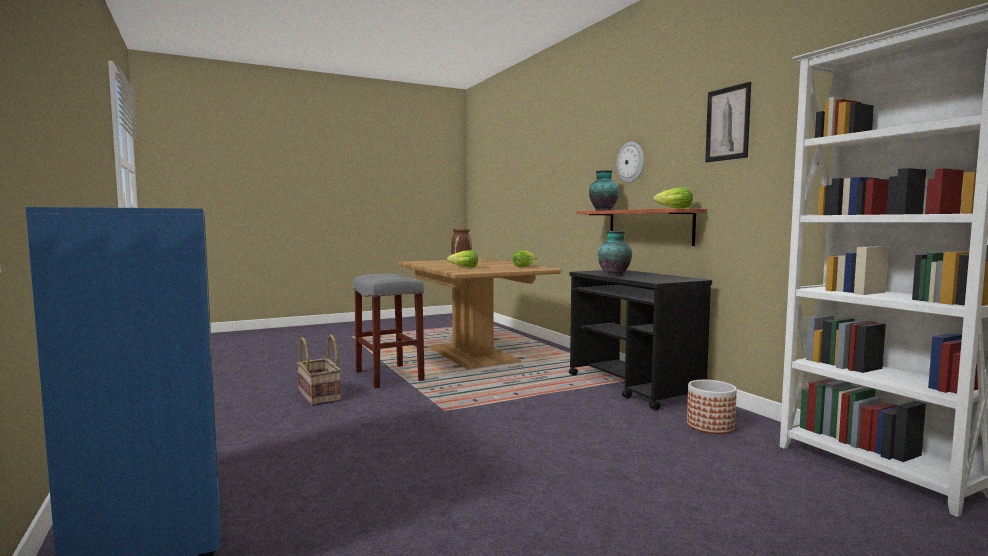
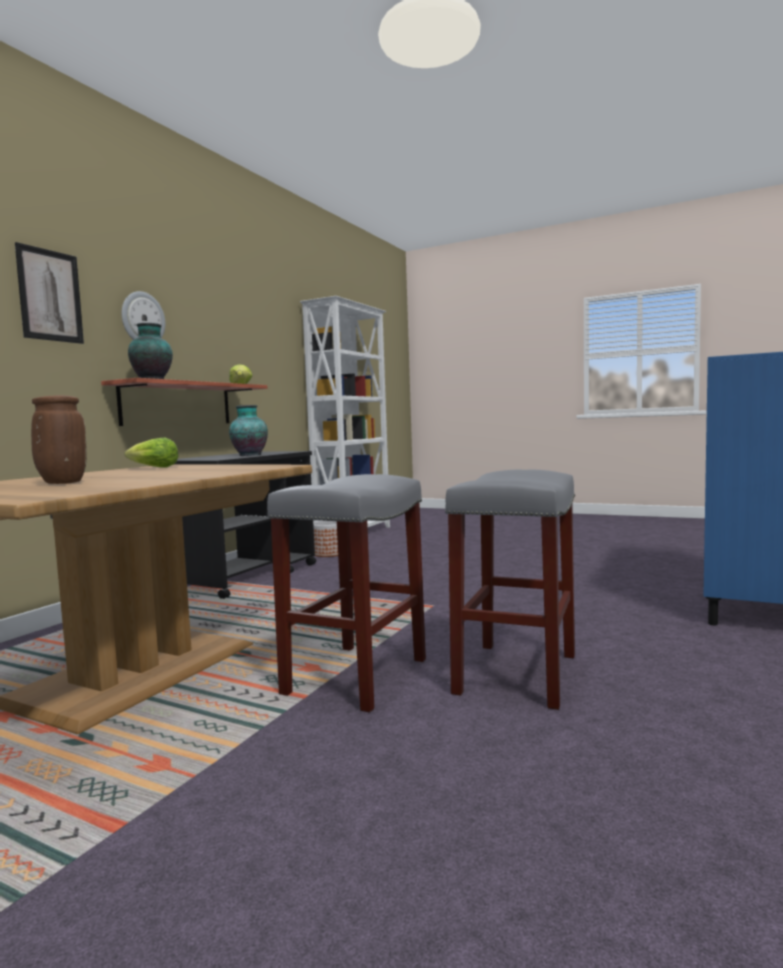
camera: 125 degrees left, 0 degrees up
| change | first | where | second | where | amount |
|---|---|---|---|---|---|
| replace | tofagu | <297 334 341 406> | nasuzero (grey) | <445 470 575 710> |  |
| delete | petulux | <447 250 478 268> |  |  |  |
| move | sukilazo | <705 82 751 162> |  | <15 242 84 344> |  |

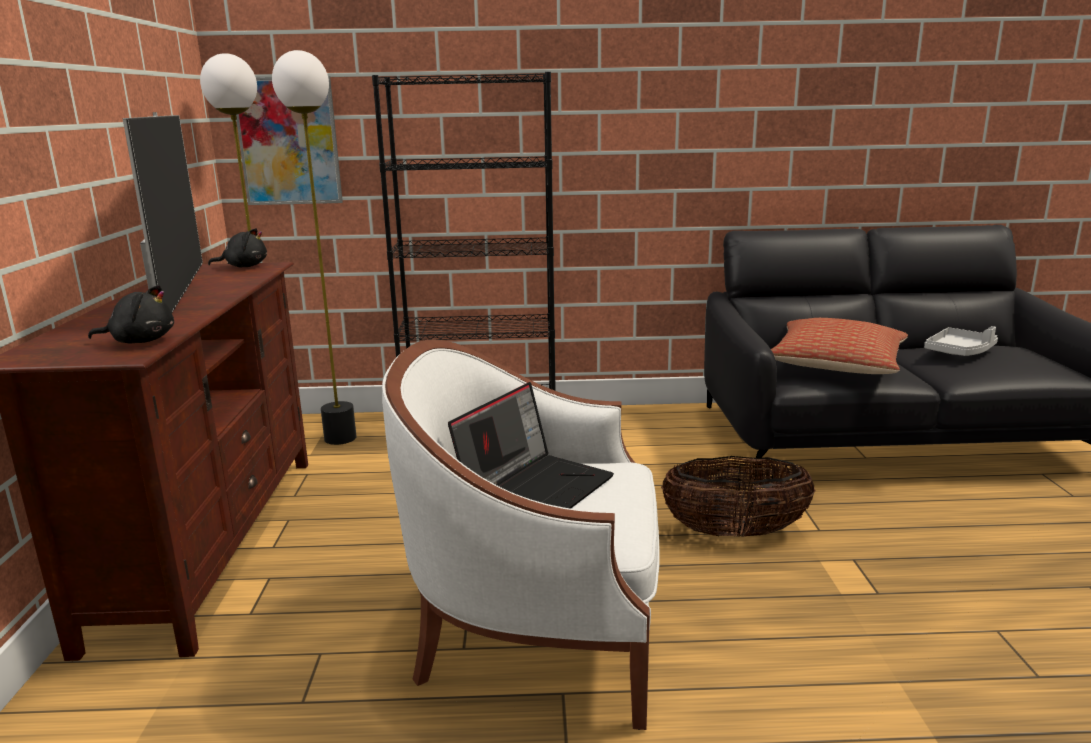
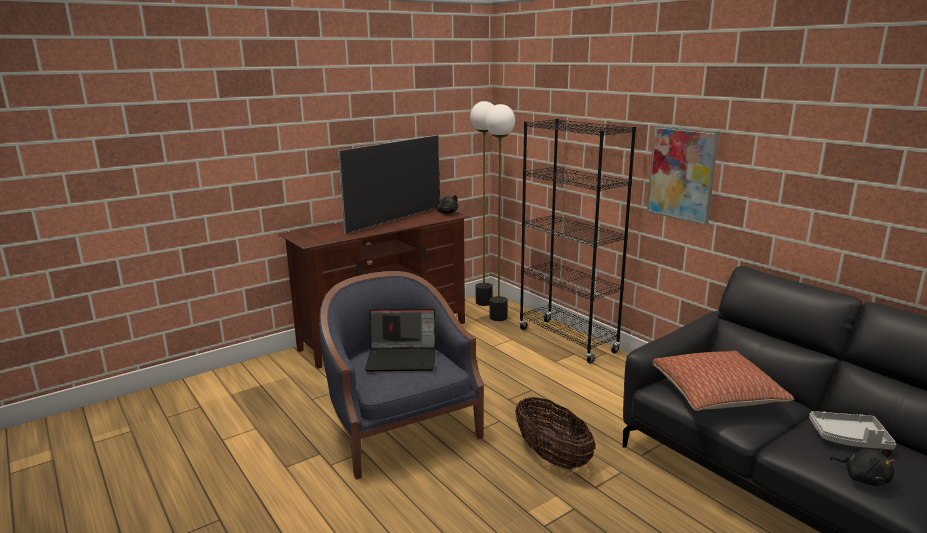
camera: 55 degrees right, 0 degrees up
| change | first | where | second | where | amount |
|---|---|---|---|---|---|
| move | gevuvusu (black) | <88 285 174 344> |  | <829 449 895 486> |  |
| move | sukilazo | <236 76 343 205> |  | <647 125 719 225> |  |
| recolor | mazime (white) | <382 339 660 730> | mazime (blue) | <319 271 484 480> |  |

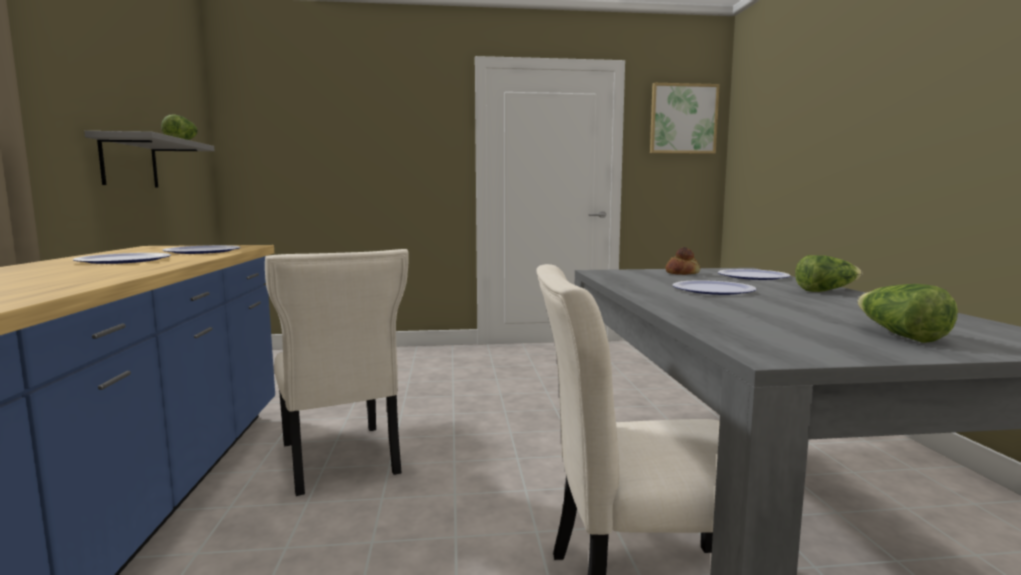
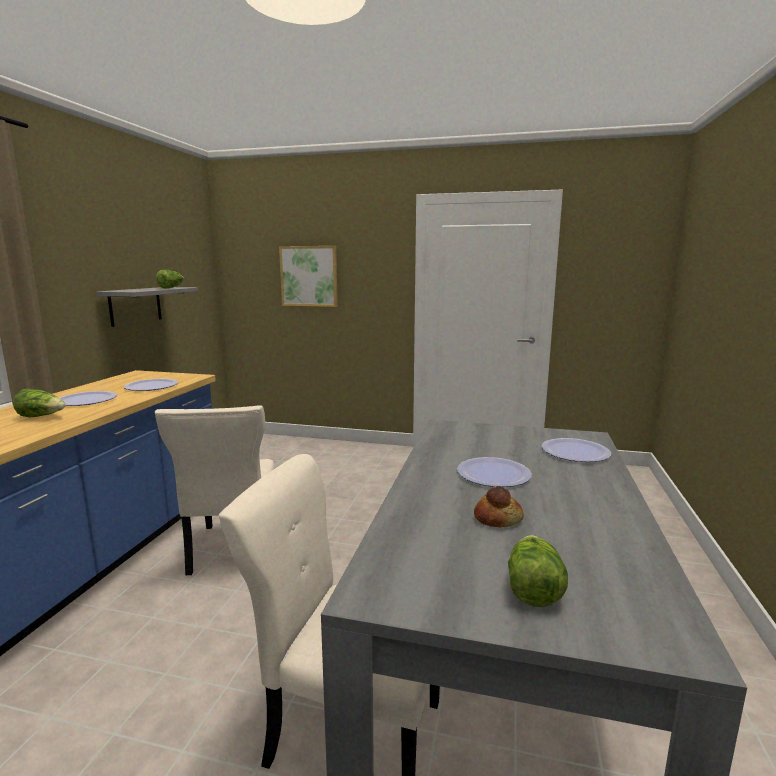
camera: 20 degrees right, 5 degrees up
| change | first | where | second | where | amount |
|---|---|---|---|---|---|
| move | sukilazo | <650 83 720 154> |  | <279 246 338 307> |  |
| move | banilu | <665 247 700 275> |  | <474 486 524 527> |  |
| move | petulux | <795 255 862 292> |  | <13 388 66 417> |  |

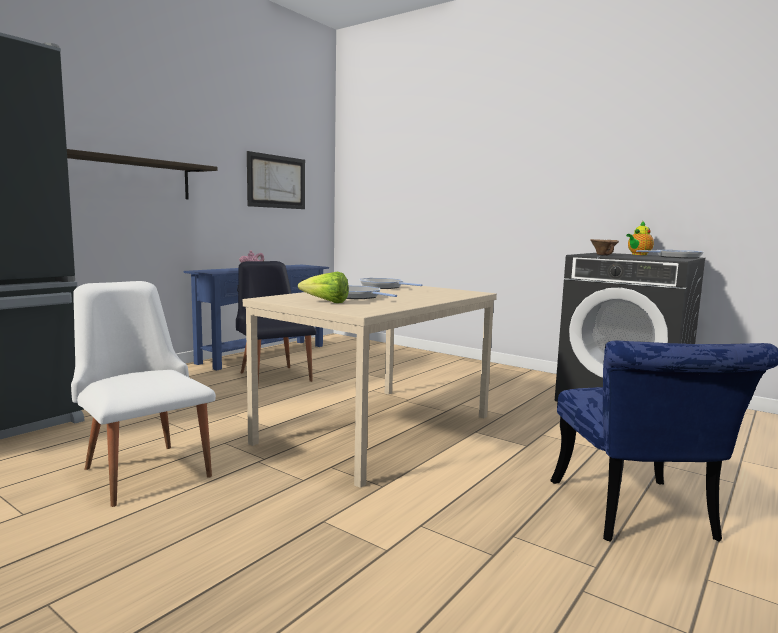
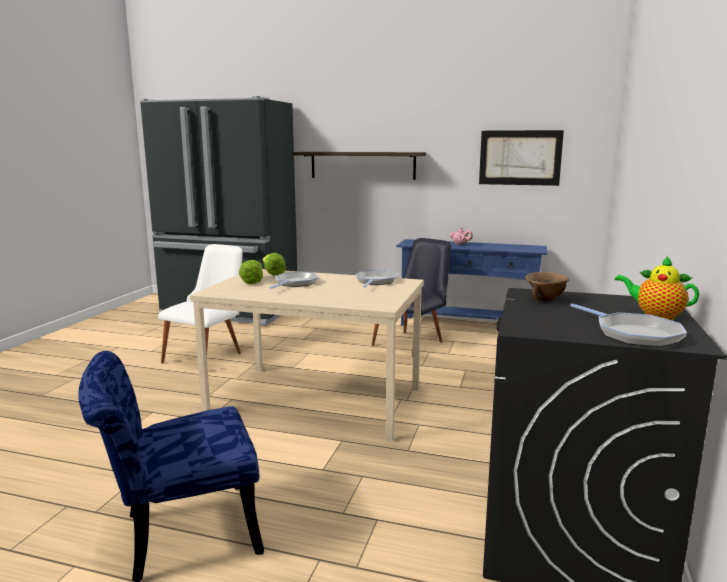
camera: 70 degrees right, 5 degrees up
| change | first | where | second | where | amount |
|---|---|---|---|---|---|
| insert |  |  | petulux | <263 253 286 276> |  |

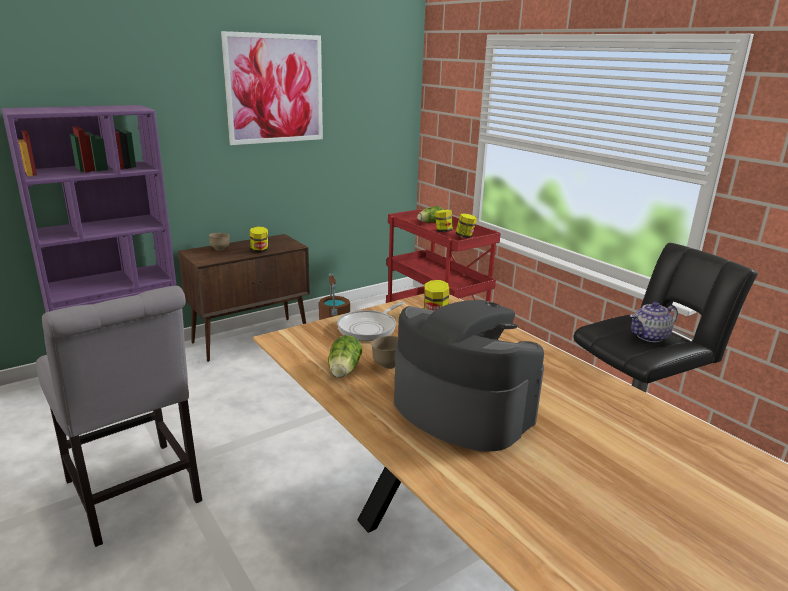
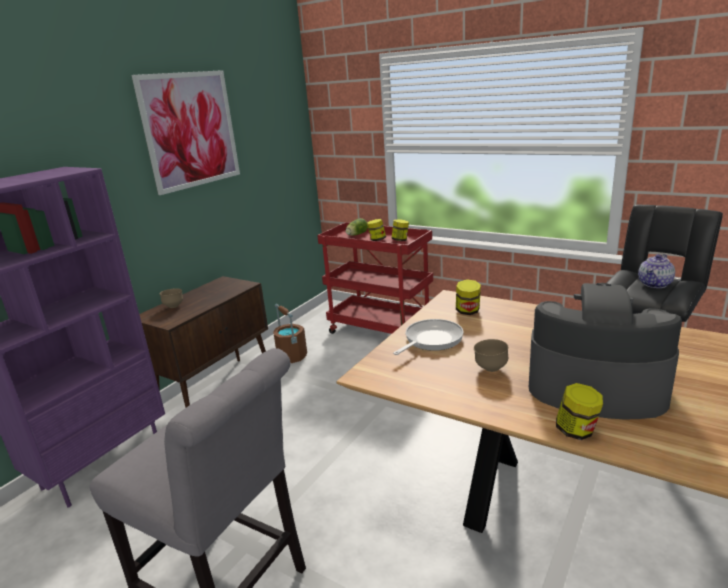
camera: 20 degrees left, 0 degrees up
| change | first | where | second | where | amount |
|---|---|---|---|---|---|
| move | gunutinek | <250 227 268 253> |  | <556 383 603 440> |  |
| delete | petulux | <328 335 363 377> |  |  |  |
| rotate | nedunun | <337 302 404 341> |  | <393 319 464 355> | 150 degrees counterclockwise |

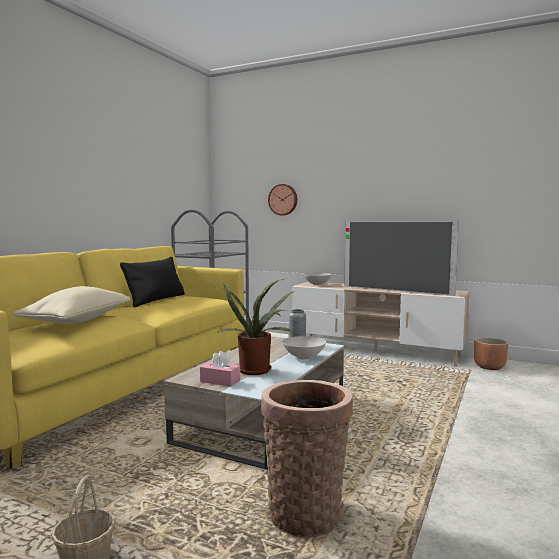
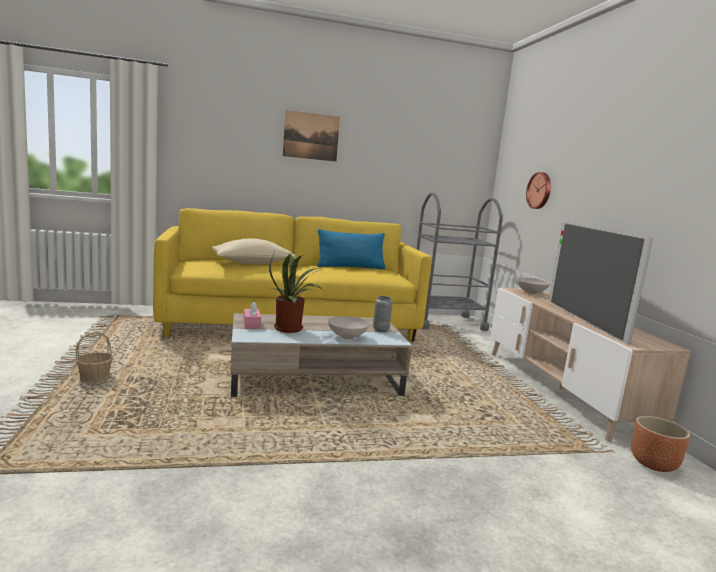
camera: 50 degrees right, 5 degrees up
| change | first | where | second | where | amount |
|---|---|---|---|---|---|
| recolor | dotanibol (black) | <120 257 185 307> | dotanibol (blue) | <317 229 386 270> |  |
| delete | tofagu | <261 380 353 537> |  |  |  |
| insert |  |  | sukilazo | <283 110 340 162> |  |

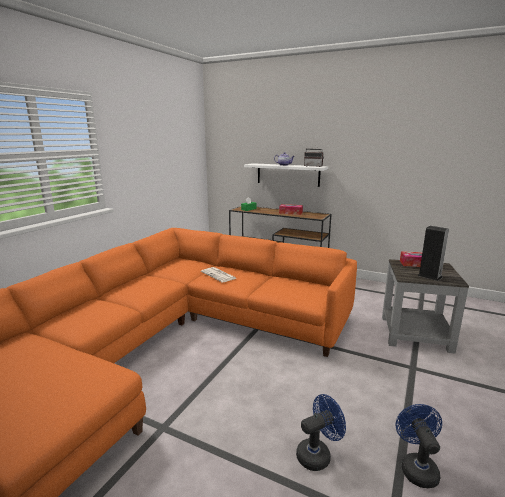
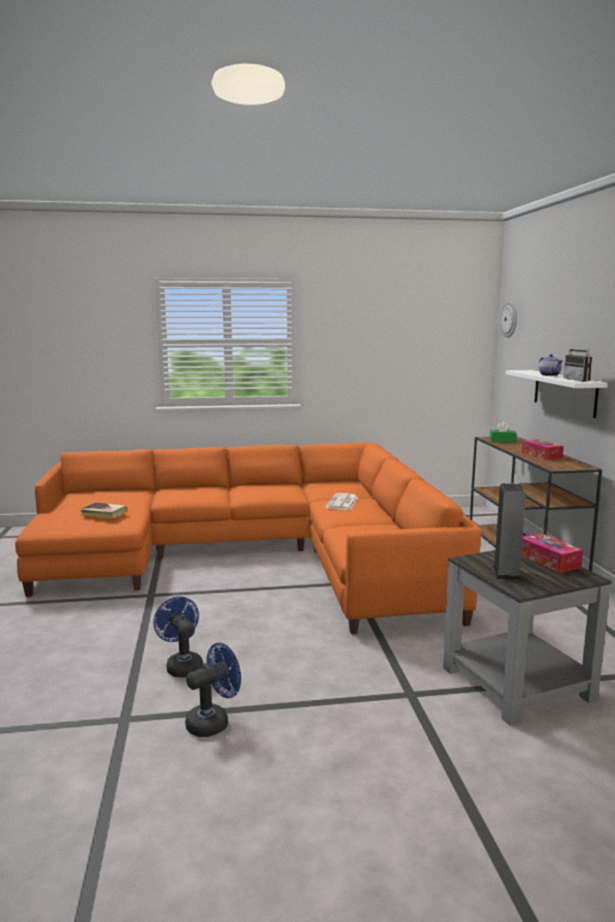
camera: 55 degrees right, 5 degrees down
| change | first | where | second | where | amount |
|---|---|---|---|---|---|
| rotate | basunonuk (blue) | <296 394 346 471> |  | <153 596 203 677> | 150 degrees counterclockwise |
| insert |  |  | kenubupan | <80 503 127 519> |  |
| insert |  |  | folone | <500 301 517 338> |  |

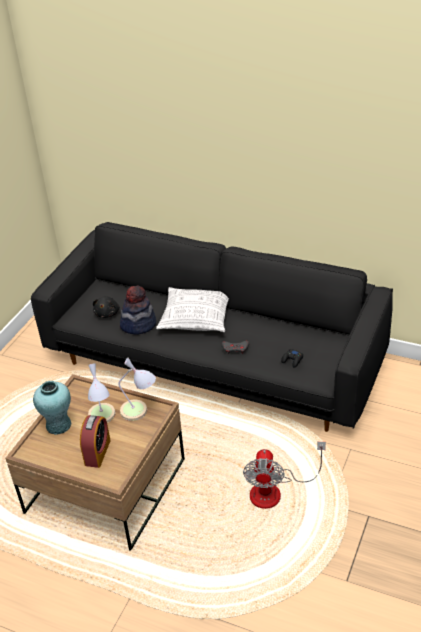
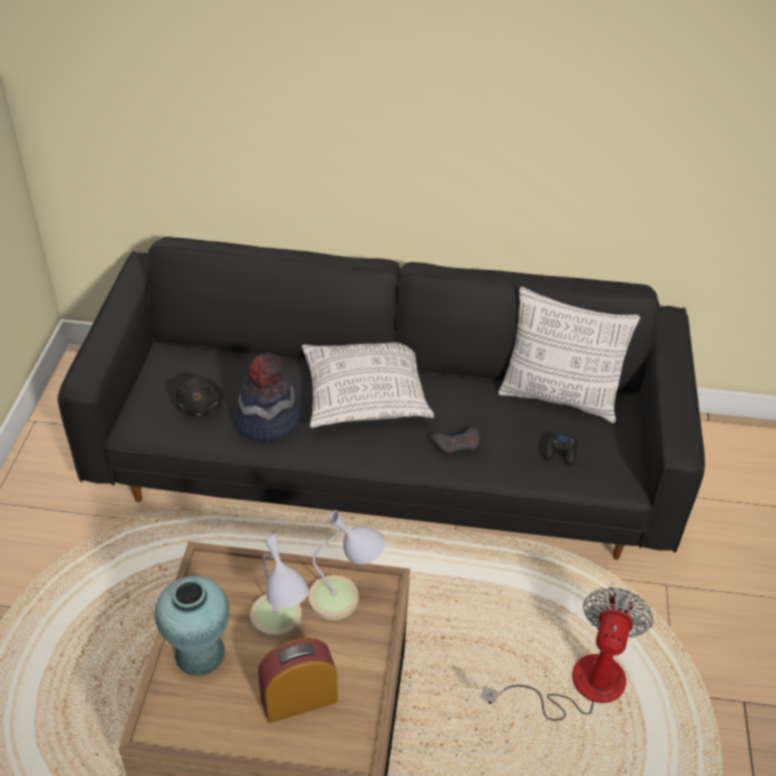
camera: 20 degrees left, 5 degrees up
| change | first | where | second | where | amount |
|---|---|---|---|---|---|
| rotate | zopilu | <80 415 111 468> |  | <258 638 338 723> | 105 degrees counterclockwise |
| rotate | basunonuk | <243 442 326 509> |  | <481 587 654 721> | 150 degrees counterclockwise |
| insert |  |  | dotanibol | <498 287 640 423> |  |

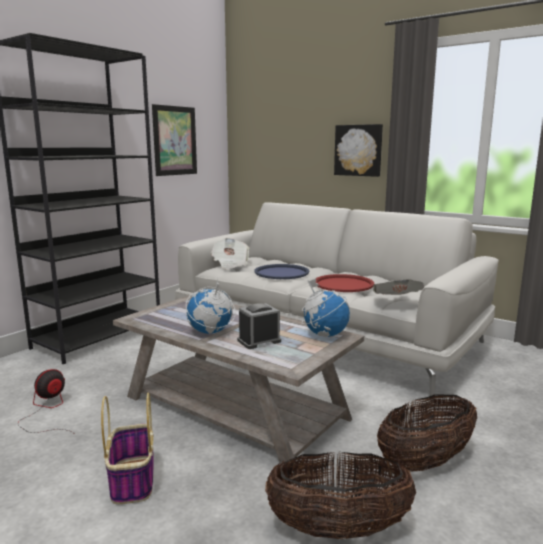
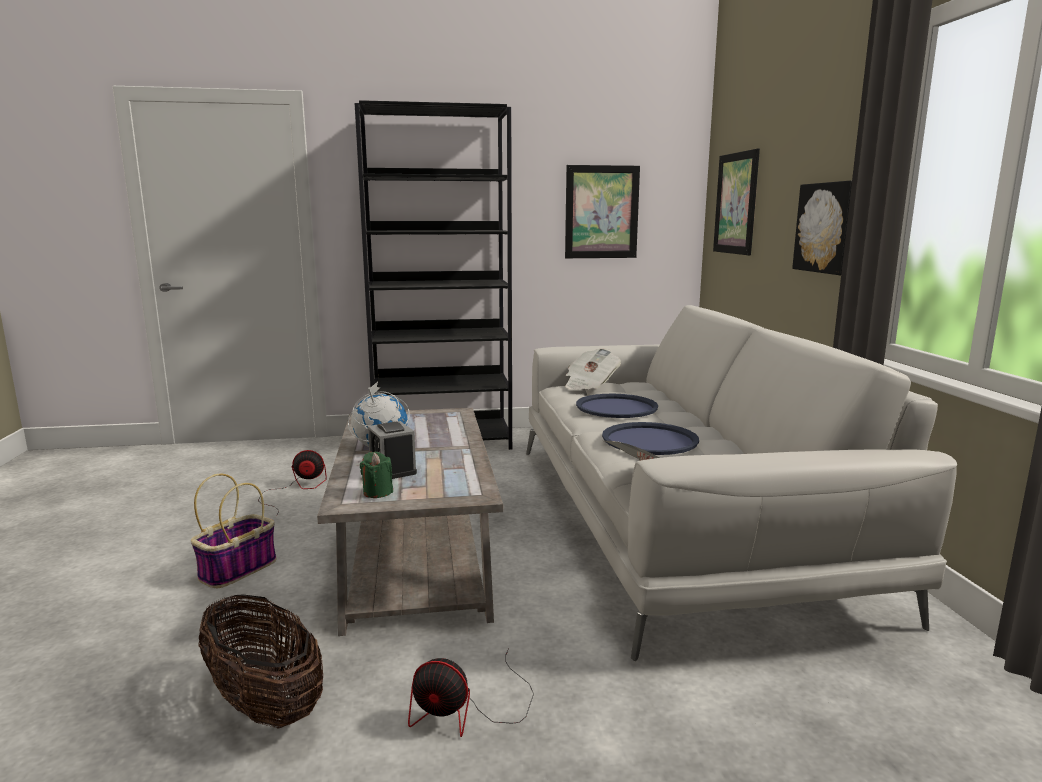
camera: 45 degrees right, 0 degrees up
| change | first | where | second | where | amount |
|---|---|---|---|---|---|
| rotate | zopilu | <237 303 281 349> |  | <368 421 417 479> | 135 degrees counterclockwise |
| delete | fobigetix | <302 279 350 337> |  |  |  |
| recolor | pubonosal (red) | <316 274 374 292> | pubonosal (blue) | <602 422 699 455> |  |
| replace | tofagu | <377 394 477 472> | basunonuk | <408 648 534 737> |  |
| insert |  |  | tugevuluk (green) | <360 452 393 498> |  |
| insert |  |  | sukilazo | <713 149 760 255> |  |

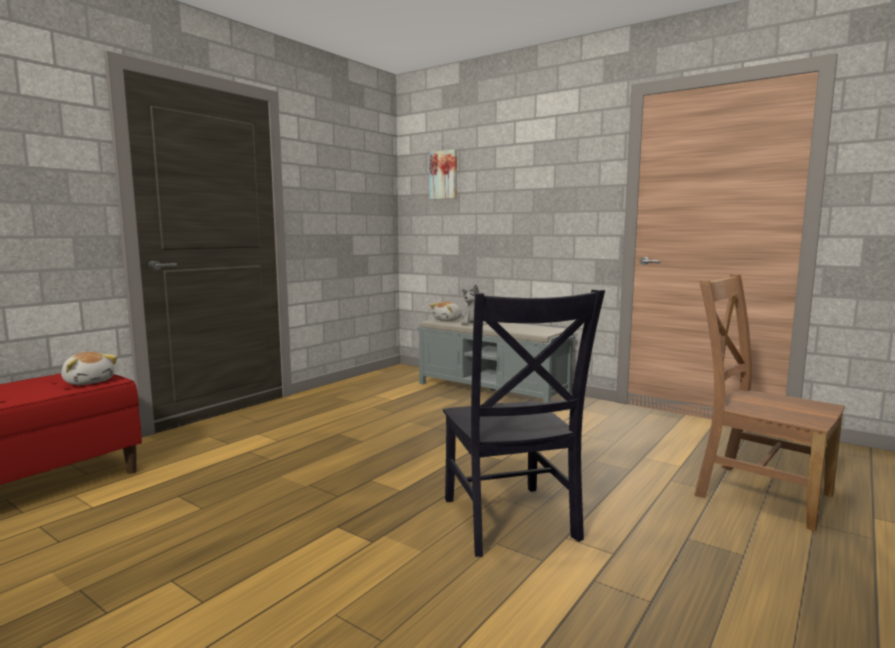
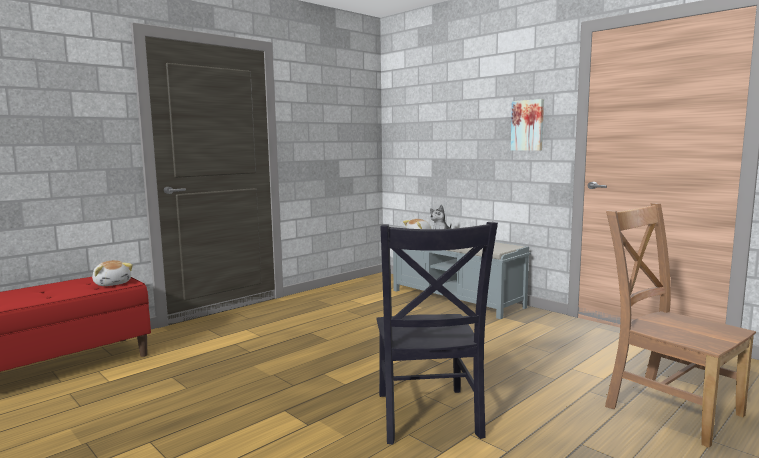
camera: 10 degrees right, 0 degrees up
| change | first | where | second | where | amount |
|---|---|---|---|---|---|
| move | sukilazo | <429 149 457 200> |  | <511 99 544 151> |  |

